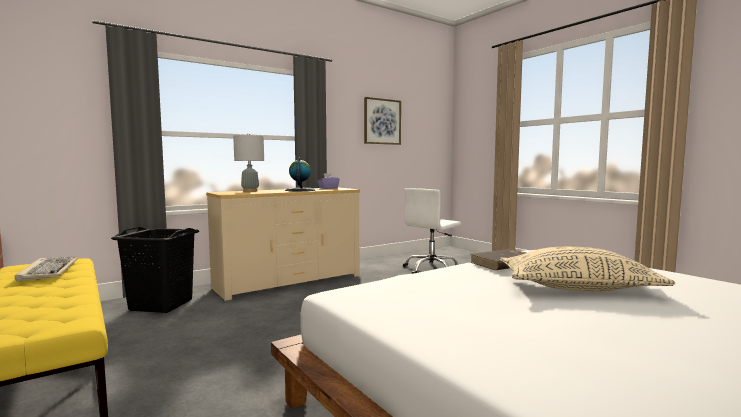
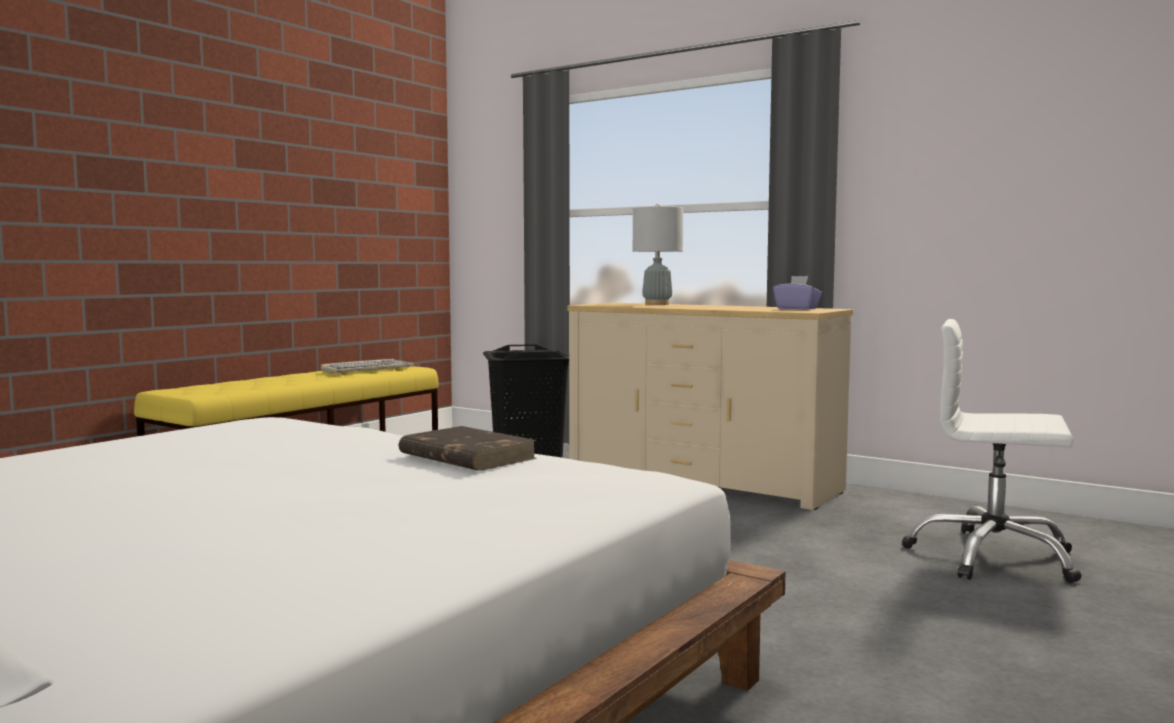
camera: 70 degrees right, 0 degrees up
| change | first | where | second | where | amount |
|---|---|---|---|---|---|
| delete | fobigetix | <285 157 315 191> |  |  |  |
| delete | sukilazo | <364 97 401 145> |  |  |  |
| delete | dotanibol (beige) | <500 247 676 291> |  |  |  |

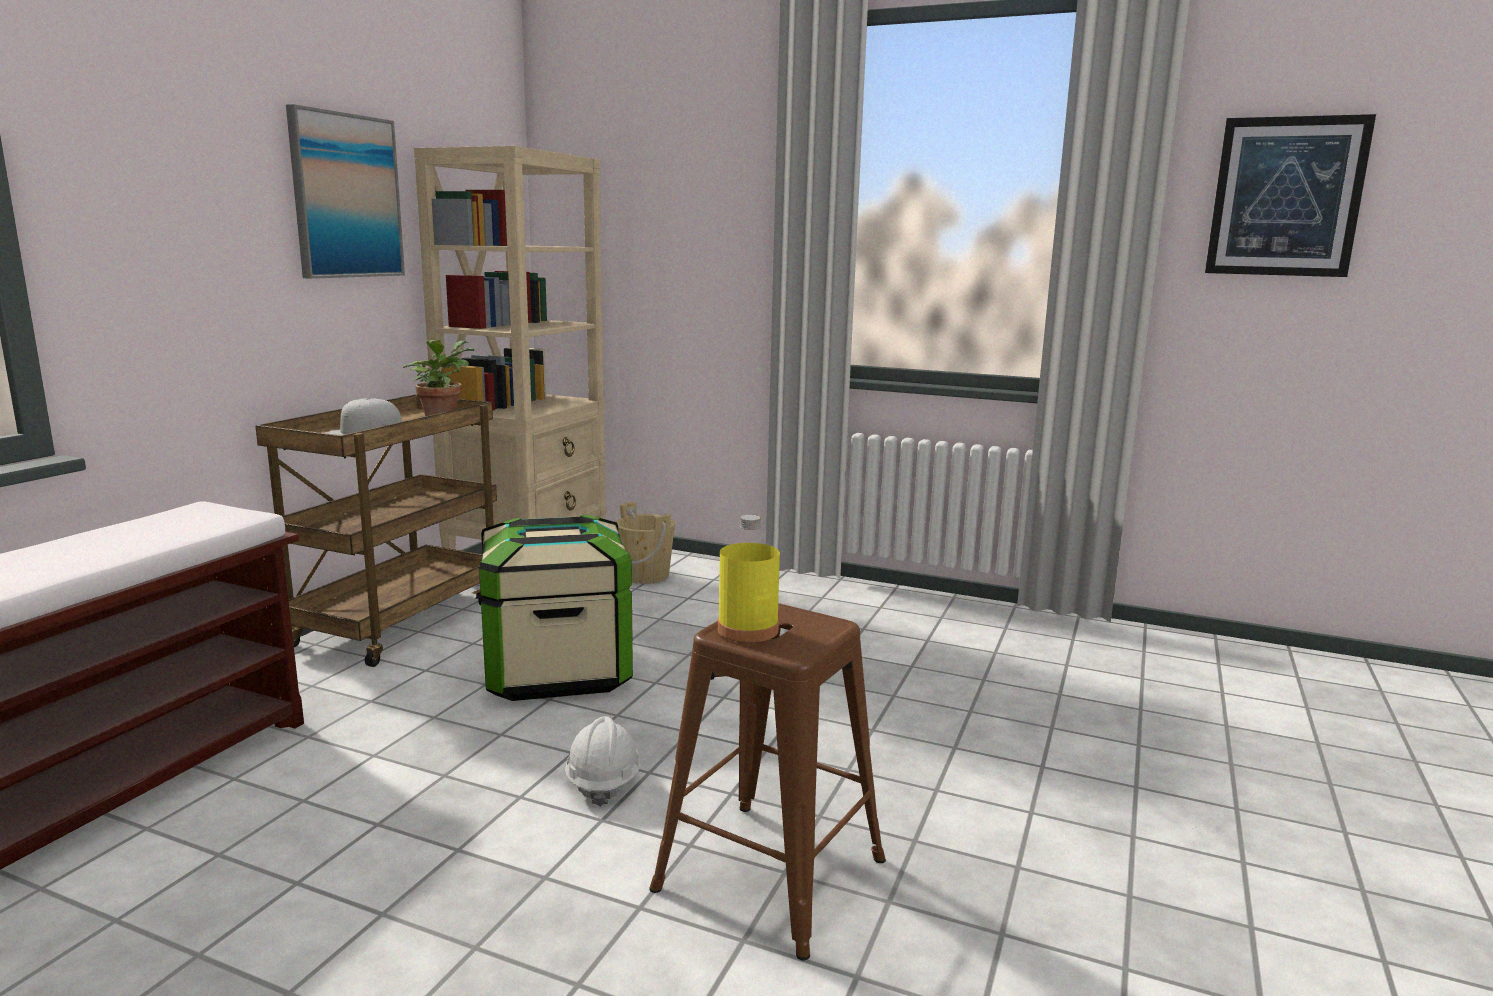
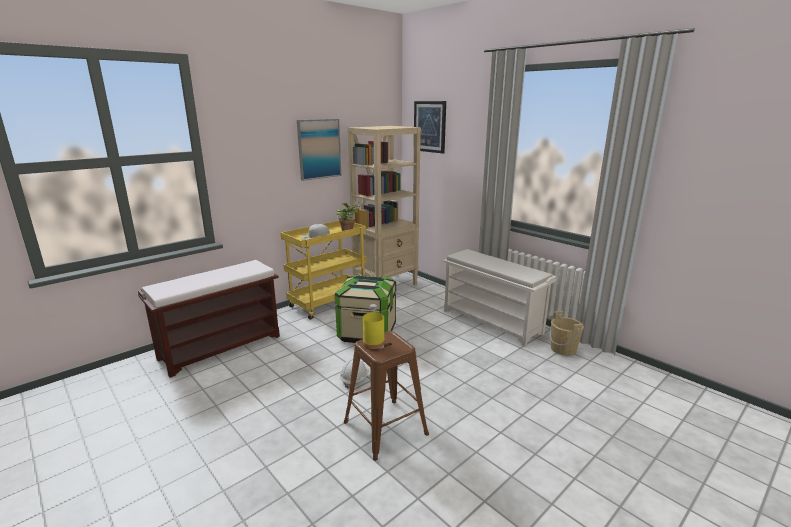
camera: 25 degrees right, 5 degrees up
| change | first | where | second | where | amount |
|---|---|---|---|---|---|
| recolor | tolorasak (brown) | <255 395 497 667> | tolorasak (yellow) | <280 220 367 320> |  |
| move | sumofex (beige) | <616 502 675 584> |  | <549 311 584 356> |  |
| move | sukilazo | <1205 114 1376 277> |  | <414 101 446 153> |  |
| insert |  |  | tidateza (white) | <443 249 556 346> |  |

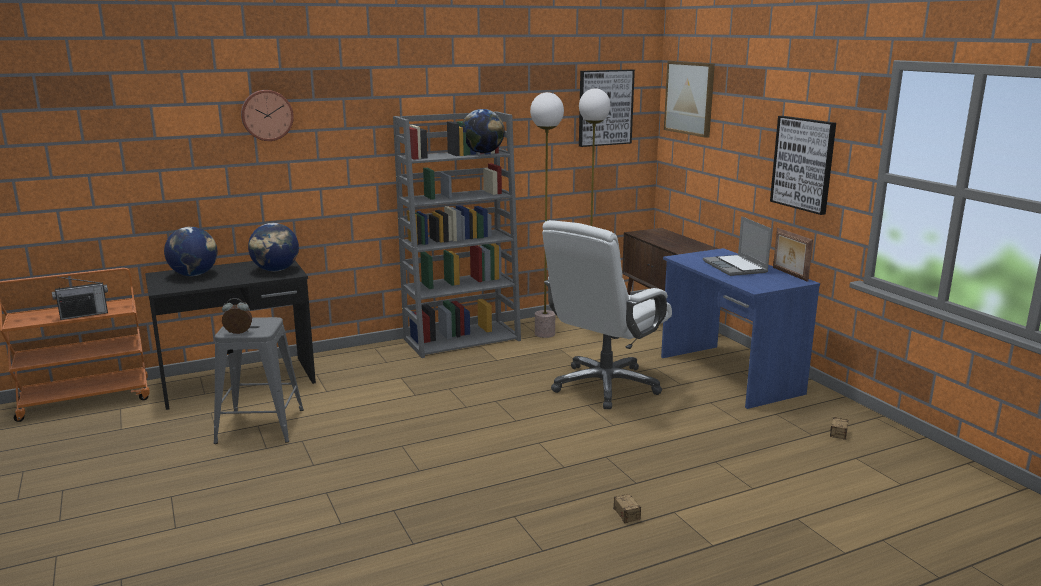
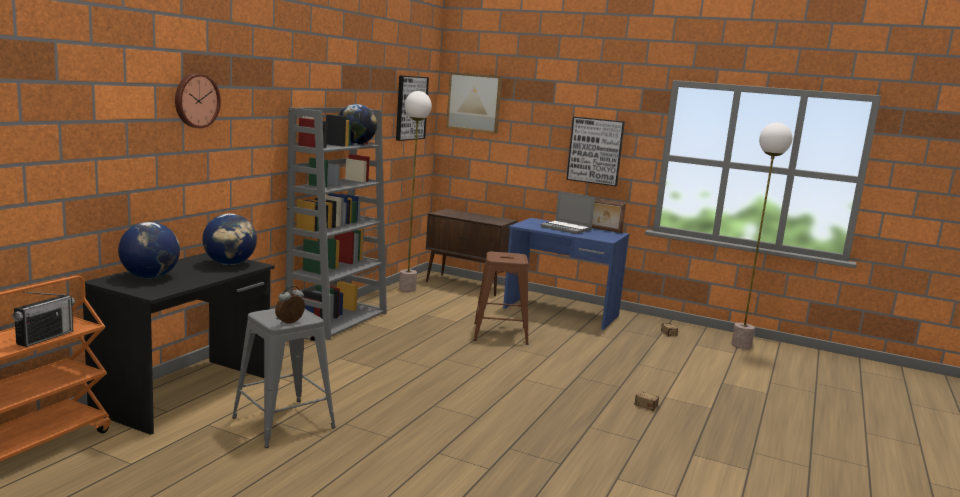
camera: 40 degrees left, 5 degrees down
| change | first | where | second | where | amount |
|---|---|---|---|---|---|
| move | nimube | <530 92 564 338> |  | <731 122 792 349> |  |
| replace | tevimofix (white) | <542 220 672 409> | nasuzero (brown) | <474 251 528 345> |  |

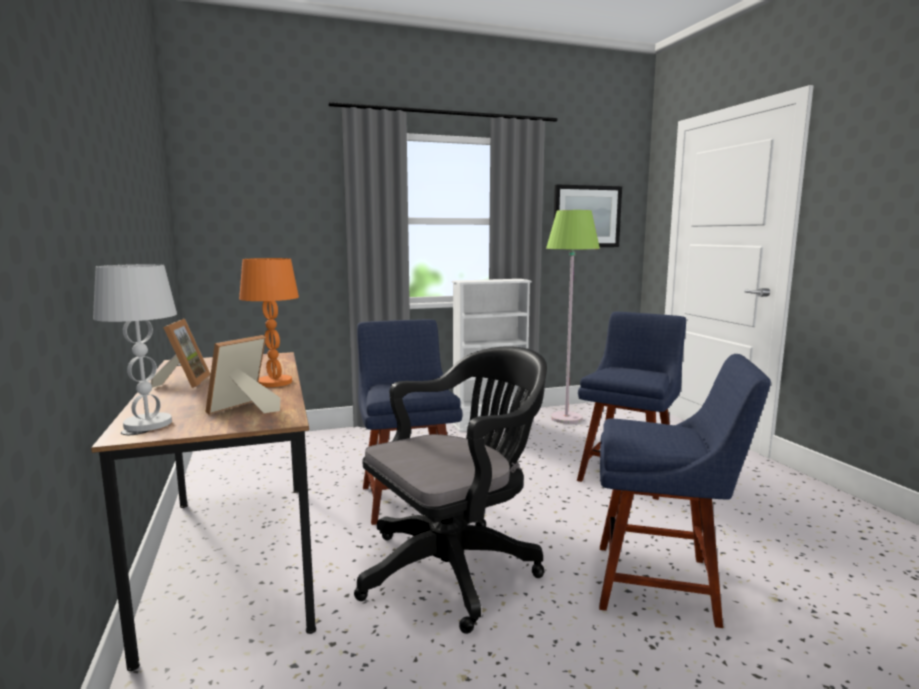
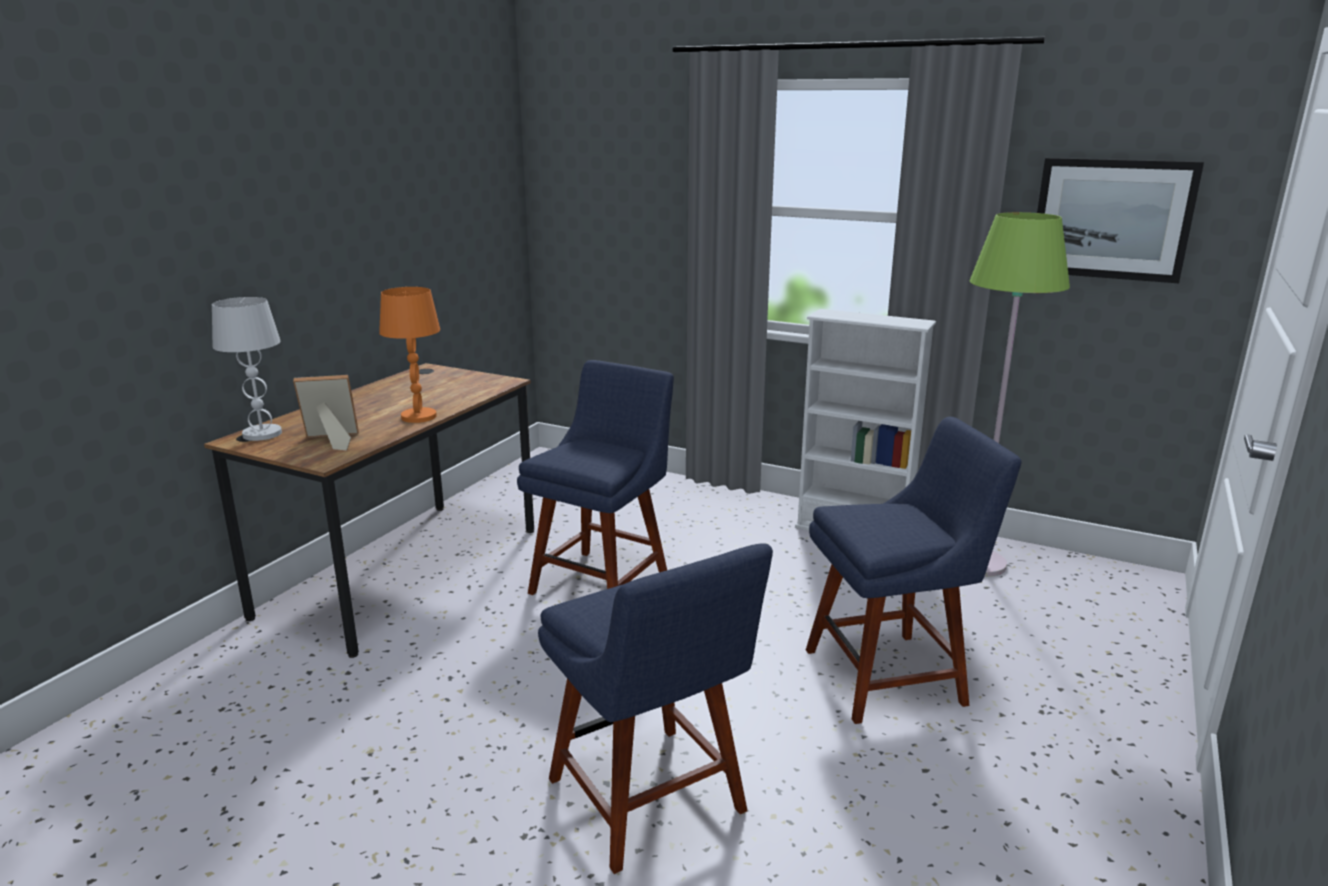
camera: 45 degrees right, 10 degrees up
| change | first | where | second | where | amount |
|---|---|---|---|---|---|
| delete | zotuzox | <151 319 211 388> |  |  |  |
| delete | tevimofix (black) | <354 346 547 634> |  |  |  |

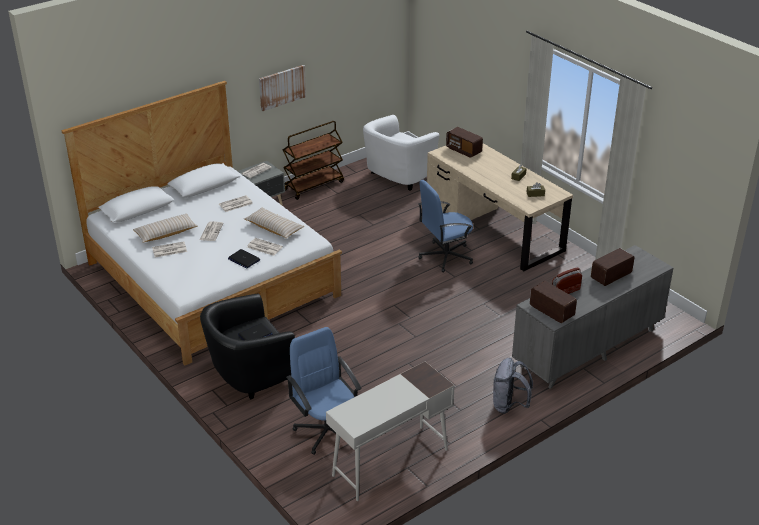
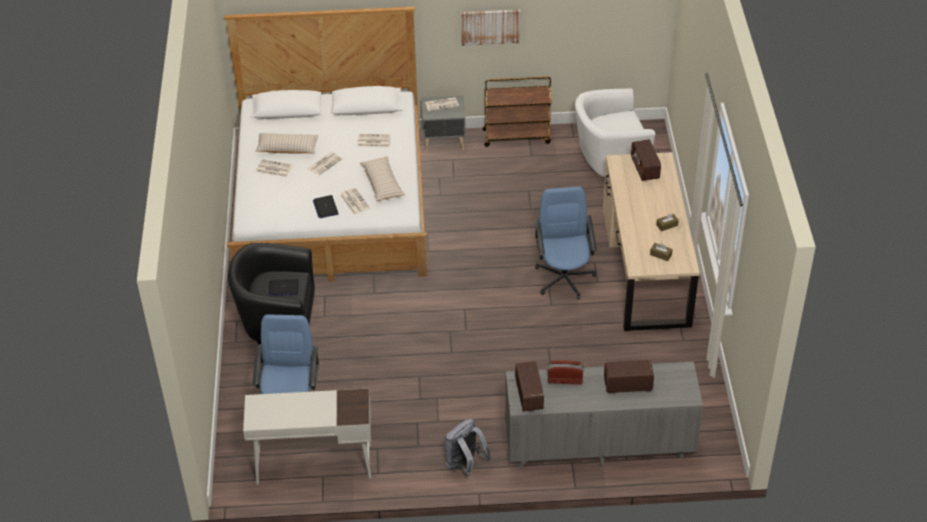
camera: 35 degrees right, 10 degrees up
| change | first | where | second | where | amount |
|---|---|---|---|---|---|
| rotate | tevimofix (blue) | <418 180 473 273> |  | <535 186 597 299> | 75 degrees clockwise |

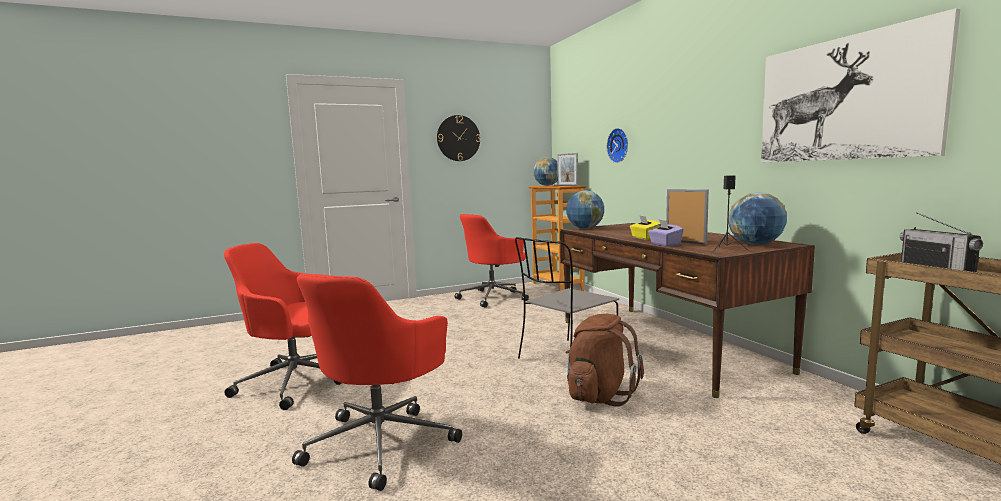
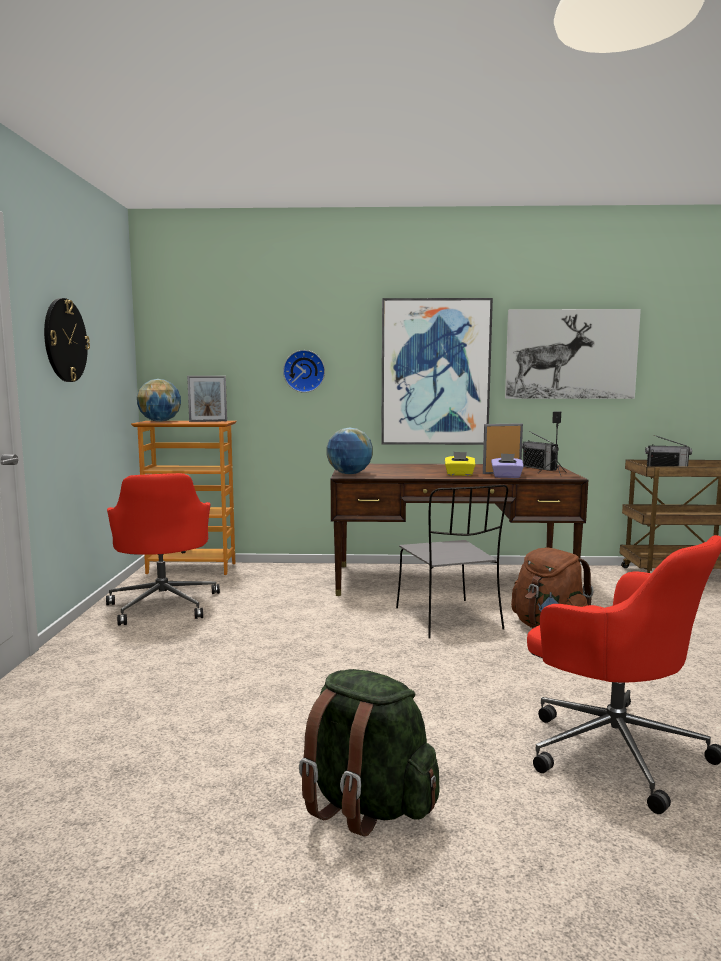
camera: 65 degrees left, 0 degrees up
| change | first | where | second | where | amount |
|---|---|---|---|---|---|
| replace | tevimofix (red) | <224 243 342 410> | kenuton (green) | <299 669 440 837> |  |
| replace | fobigetix | <728 192 787 245> | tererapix | <522 431 559 471> |  |
| insert |  |  | sukilazo | <381 298 493 445> |  |

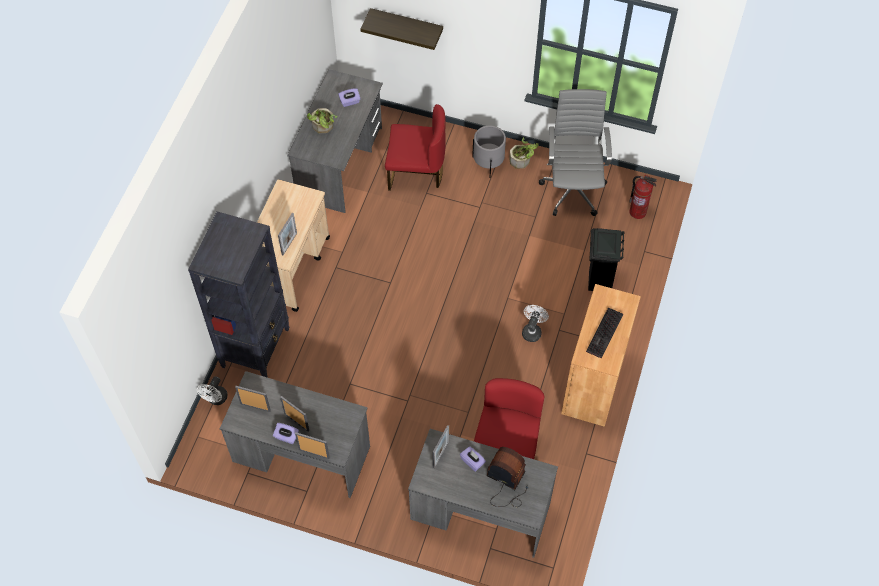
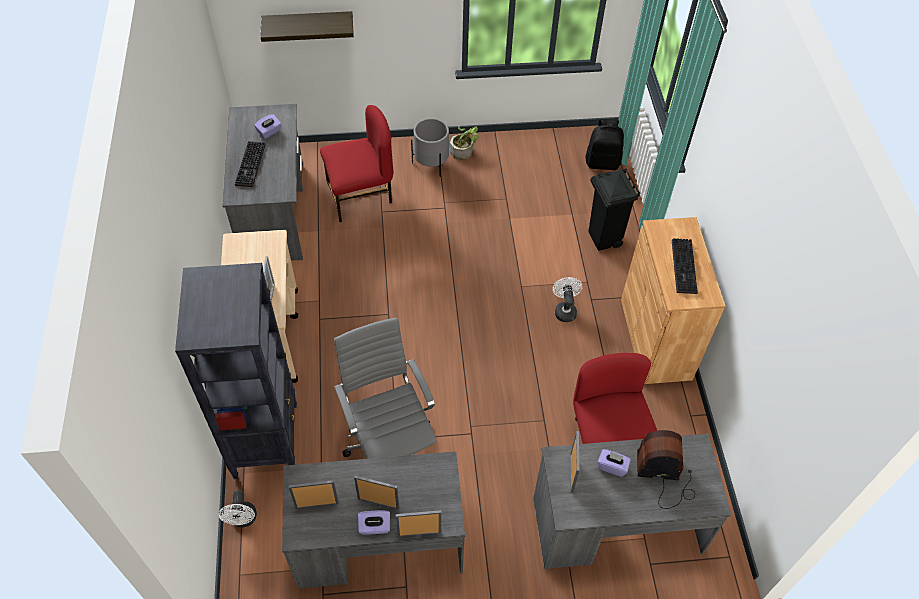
camera: 25 degrees left, 5 degrees down
| change | first | where | second | where | amount |
|---|---|---|---|---|---|
| replace | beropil | <307 108 338 133> | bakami | <235 141 265 187> |  |
| move | tevimofix (grey) | <539 89 612 216> |  | <334 317 437 459> |  |
| replace | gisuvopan | <629 175 657 219> | kenuton (black) | <586 119 624 170> |  |

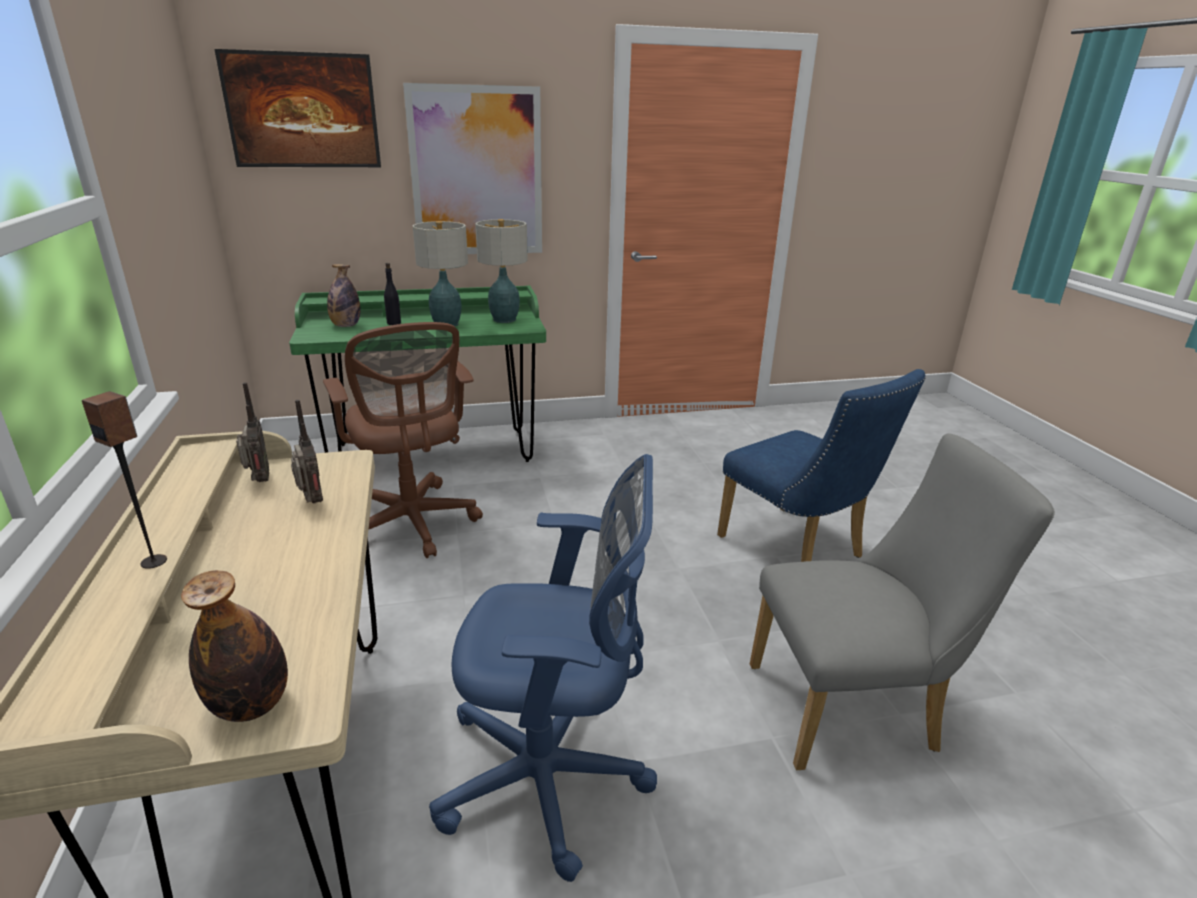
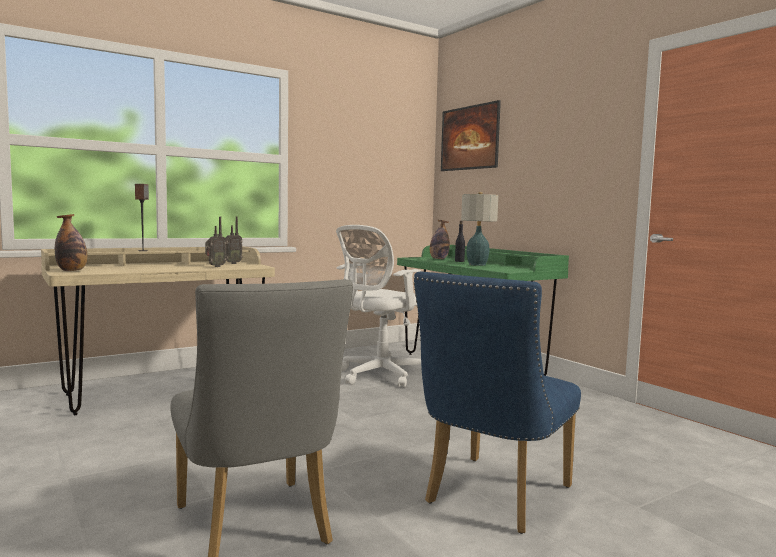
camera: 70 degrees right, 20 degrees down
| change | first | where | second | where | amount |
|---|---|---|---|---|---|
| recolor | tevimofix (brown) | <323 322 483 558> | tevimofix (white) | <336 225 421 387> |  |
| delete | sukilazo | <403 83 542 254> |  |  |  |
| delete | tevimofix (blue) | <429 454 657 882> |  |  |  |
| delete | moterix | <475 219 528 323> |  |  |  |

